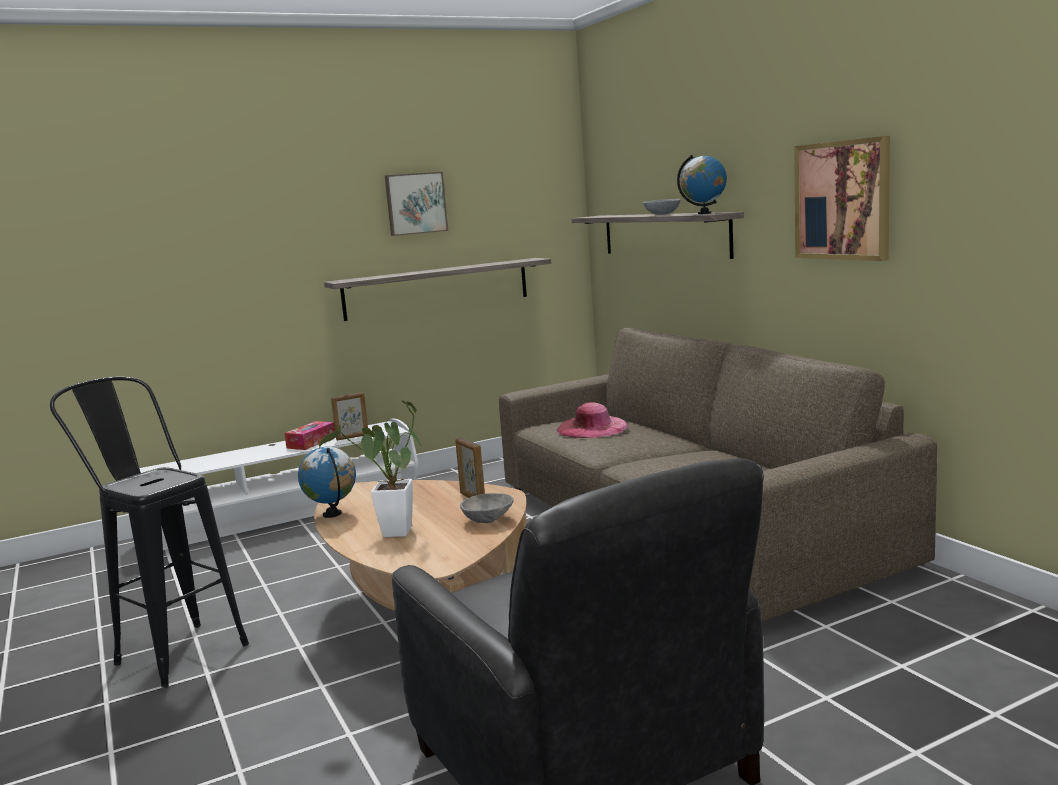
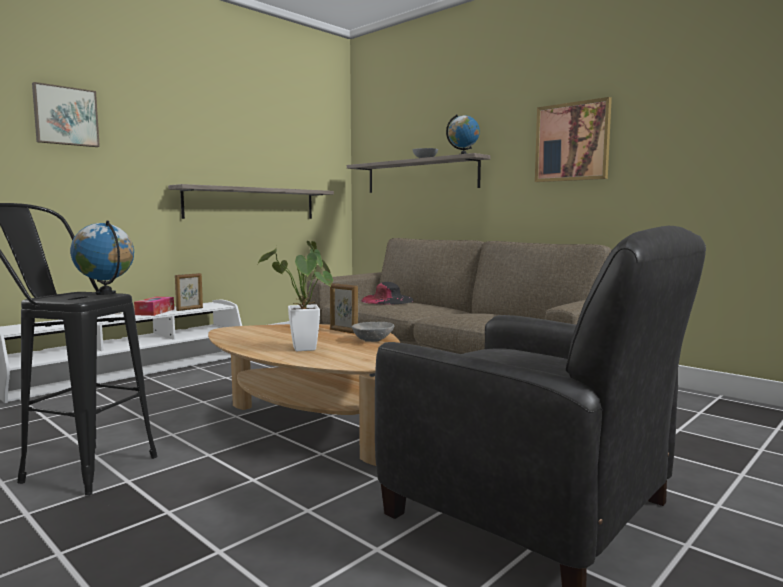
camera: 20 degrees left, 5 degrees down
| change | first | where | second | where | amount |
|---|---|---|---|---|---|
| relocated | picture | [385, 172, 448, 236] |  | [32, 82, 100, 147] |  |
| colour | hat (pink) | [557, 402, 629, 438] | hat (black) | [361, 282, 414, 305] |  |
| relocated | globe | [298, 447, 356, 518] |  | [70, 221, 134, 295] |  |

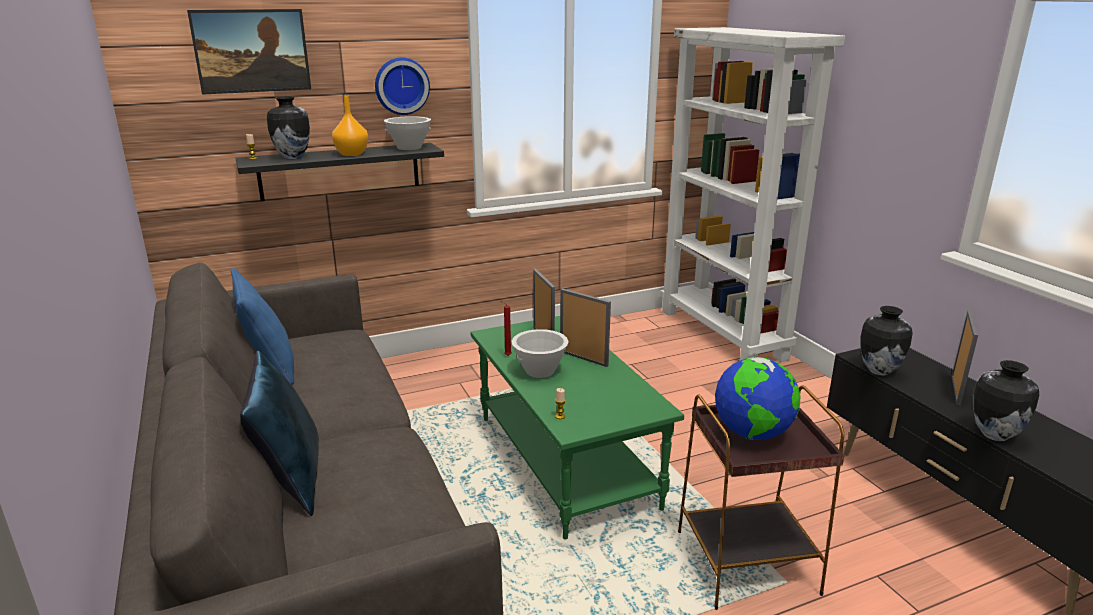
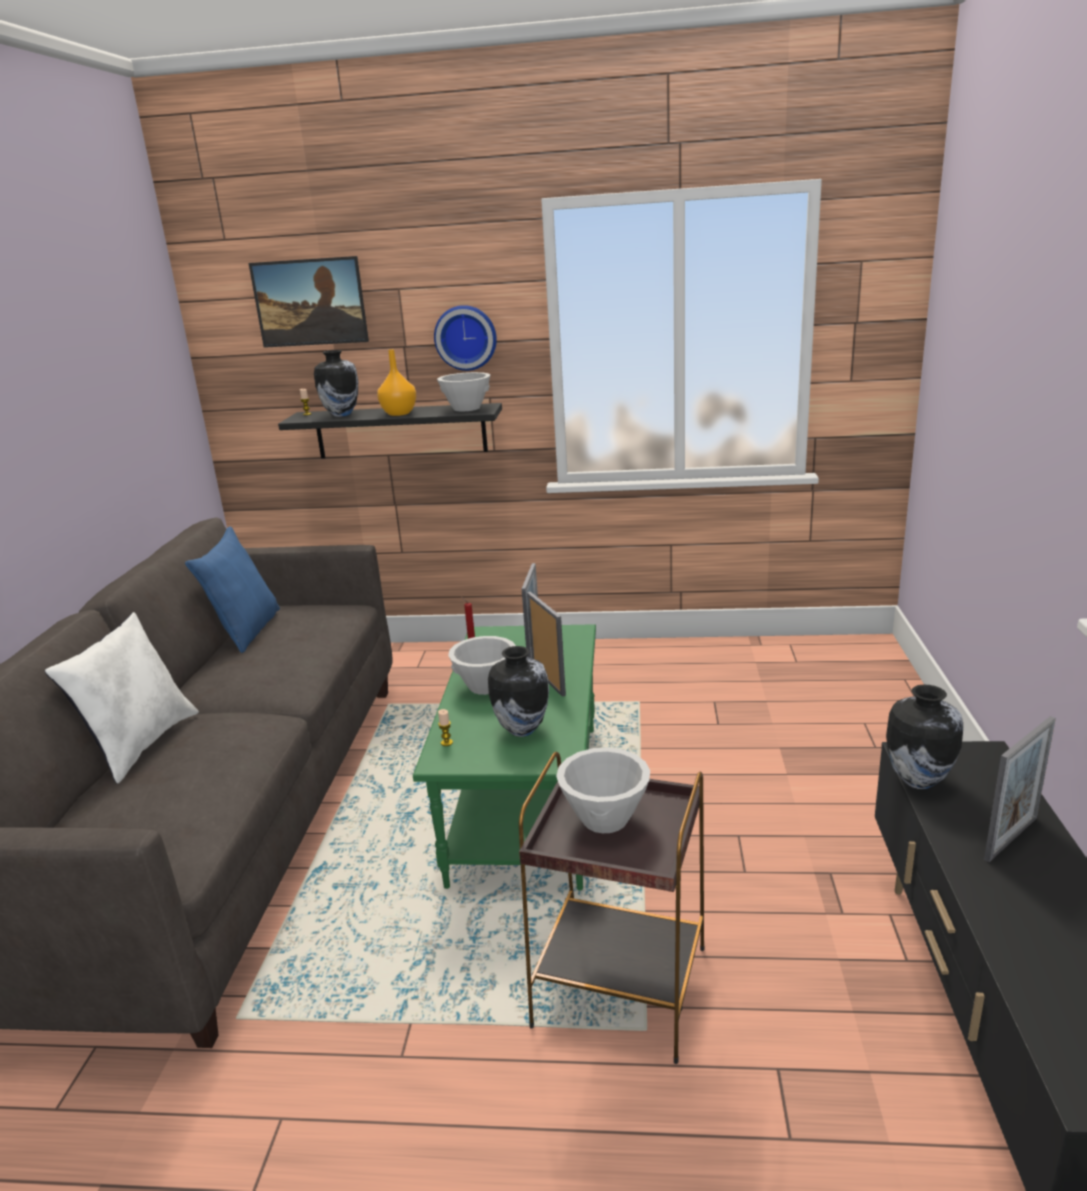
camera: 30 degrees right, 0 degrees up
| change | first | where | second | where | amount |
|---|---|---|---|---|---|
| missing | bookcase (white) | [660, 27, 845, 362] |  |  |  |
| colour | pillow (blue) | [240, 351, 319, 516] | pillow (white) | [44, 612, 199, 784] |  |
| exchanged | globe | [715, 357, 800, 440] | bowl (white) | [556, 747, 650, 833] |  |
| relocated | vase | [973, 360, 1039, 441] |  | [488, 646, 549, 737] |  |

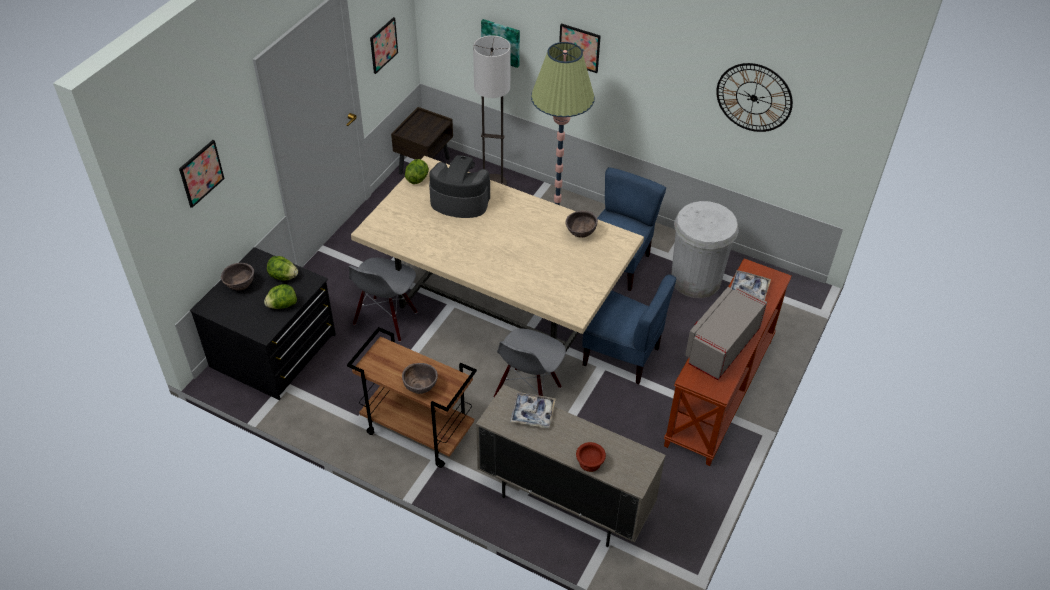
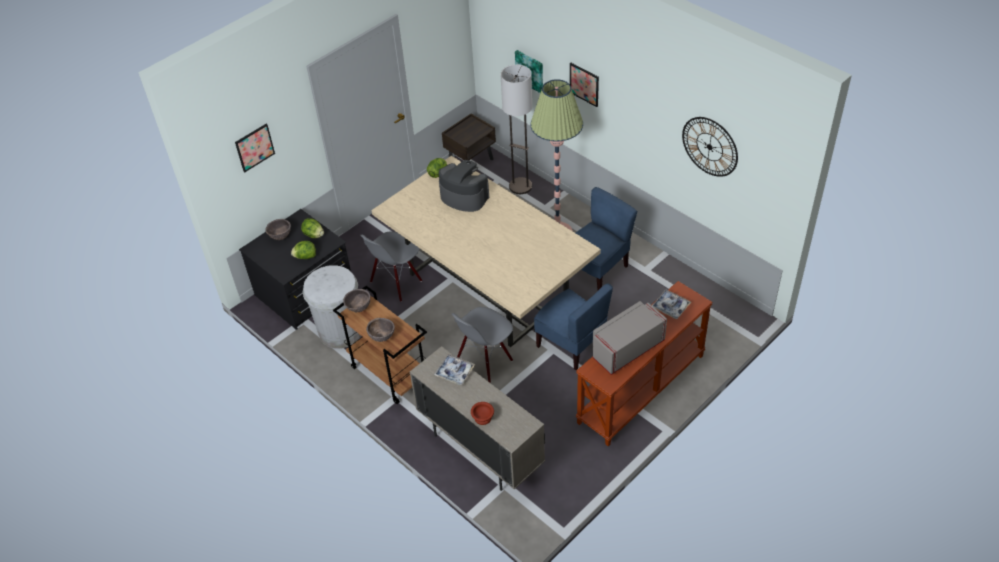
camera: 20 degrees right, 0 degrees up
| change | first | where | second | where | amount |
|---|---|---|---|---|---|
| missing | picture | [370, 17, 398, 74] |  |  |  |
| relocated | trash can (white) | [671, 201, 739, 298] |  | [302, 265, 361, 349] |  |
| relocated | bowl (brown) | [566, 210, 598, 238] |  | [343, 289, 370, 312] |  |

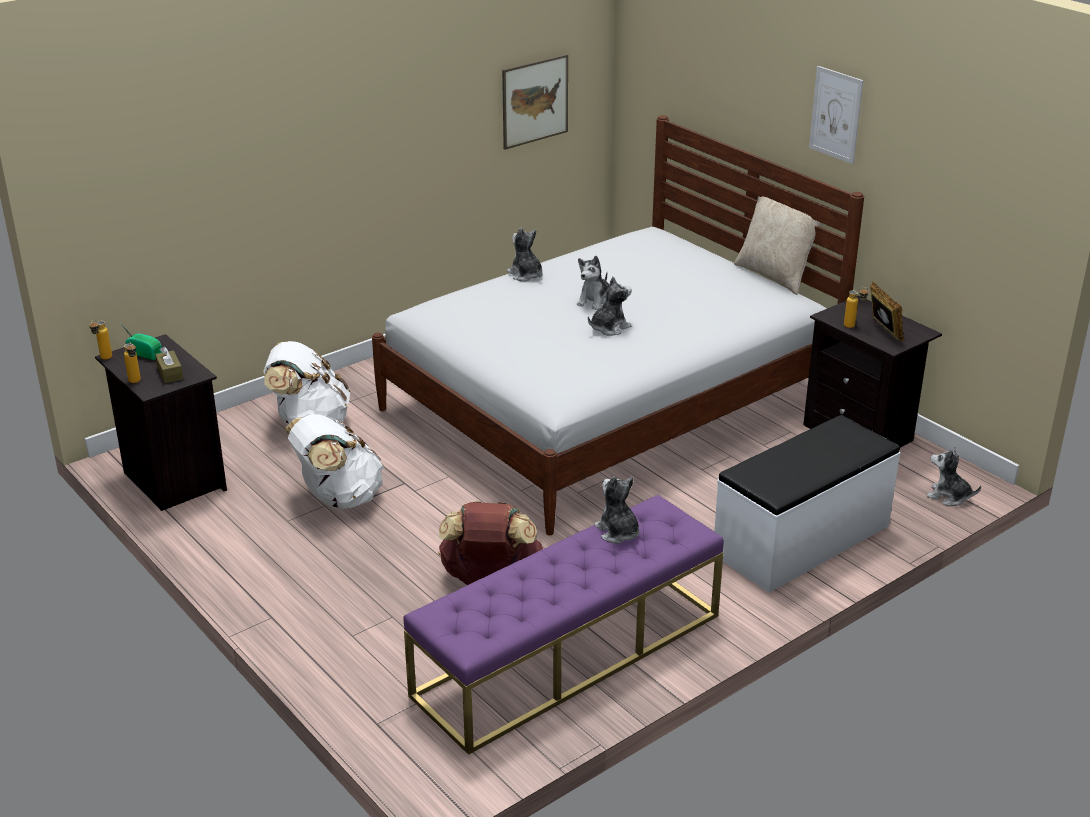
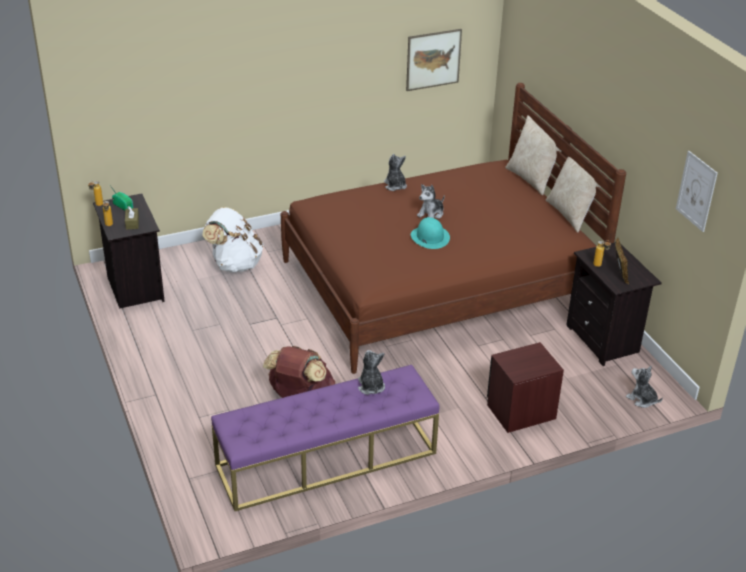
camera: 15 degrees right, 5 degrees up
| change | first | where | second | where | amount |
|---|---|---|---|---|---|
| relocated | picture | [809, 66, 864, 164] |  | [676, 151, 718, 232] |  |
| colour | bed (white) | [372, 115, 864, 535] | bed (brown) | [281, 83, 626, 374] |  |
| exchanged | plush toy | [588, 277, 632, 336] | hat (turquoise) | [411, 217, 450, 249] |  |
| missing | backpack (white) | [285, 414, 384, 509] |  |  |  |
| exchanged | bench (white) | [714, 415, 900, 593] | nightstand (brown) | [487, 342, 564, 433] |  |
| appeared |  |  | pillow (beige) | [505, 116, 561, 195] |  |

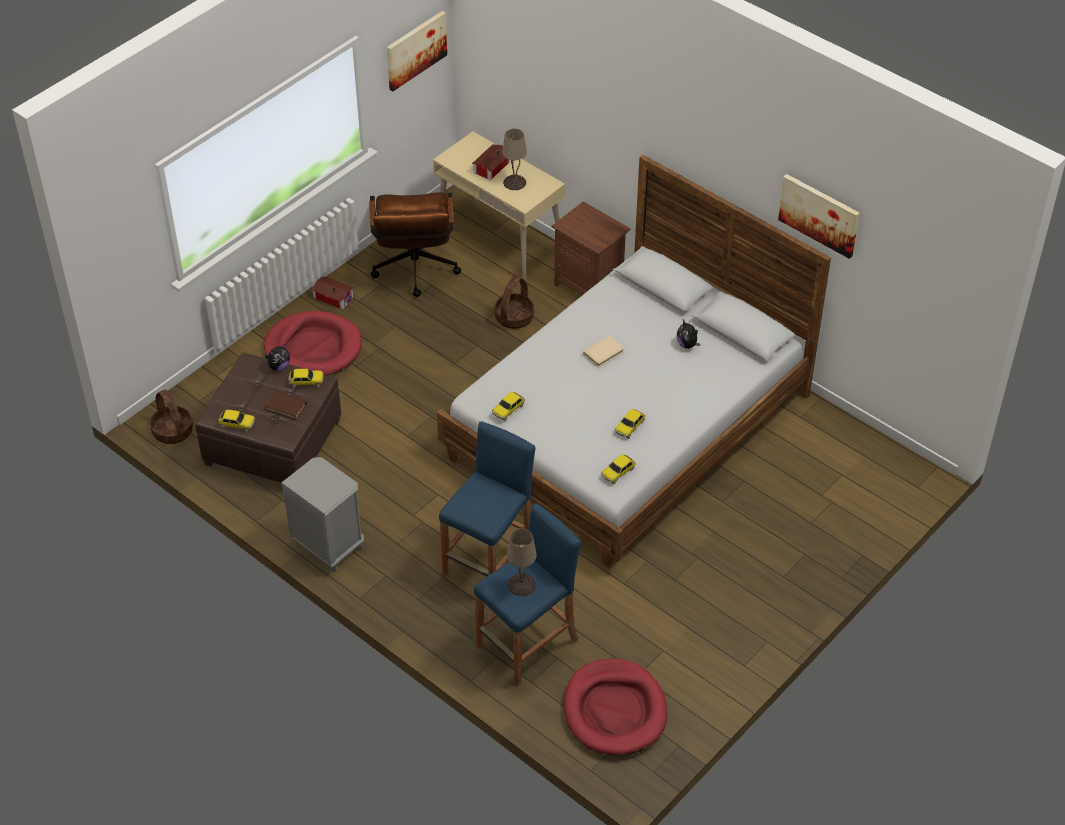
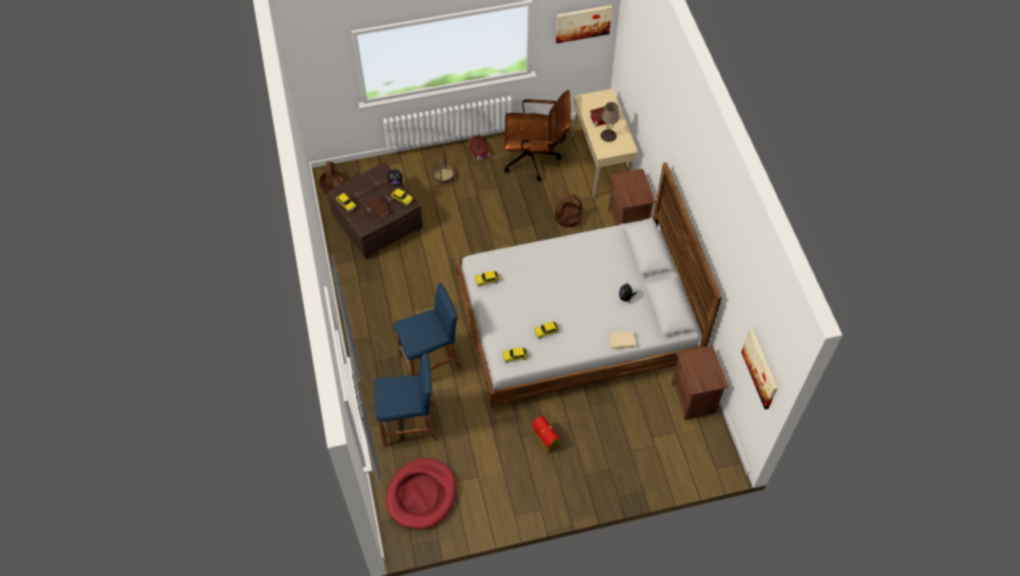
camera: 35 degrees right, 10 degrees up
| change | first | where | second | where | amount |
|---|---|---|---|---|---|
| relocated | picture | [778, 174, 860, 259] |  | [741, 330, 778, 409] |  |
| spun | office chair (brown) | [370, 192, 461, 297] |  | [504, 90, 571, 181] | 120 degrees counterclockwise |
| exchanged | dog bed (red) | [264, 311, 362, 376] | basket | [433, 151, 455, 185] |  |
| relocated | book (beige) | [583, 336, 625, 368] |  | [609, 331, 636, 349] |  |
| missing | nightstand (grey) | [281, 457, 364, 572] |  |  |  |
| missing | table lamp (beige) | [507, 529, 537, 596] |  |  |  |
| appeared |  |  | nightstand (brown) | [672, 345, 729, 421] |  |
| appeared |  |  | toy house | [532, 416, 561, 453] |  |

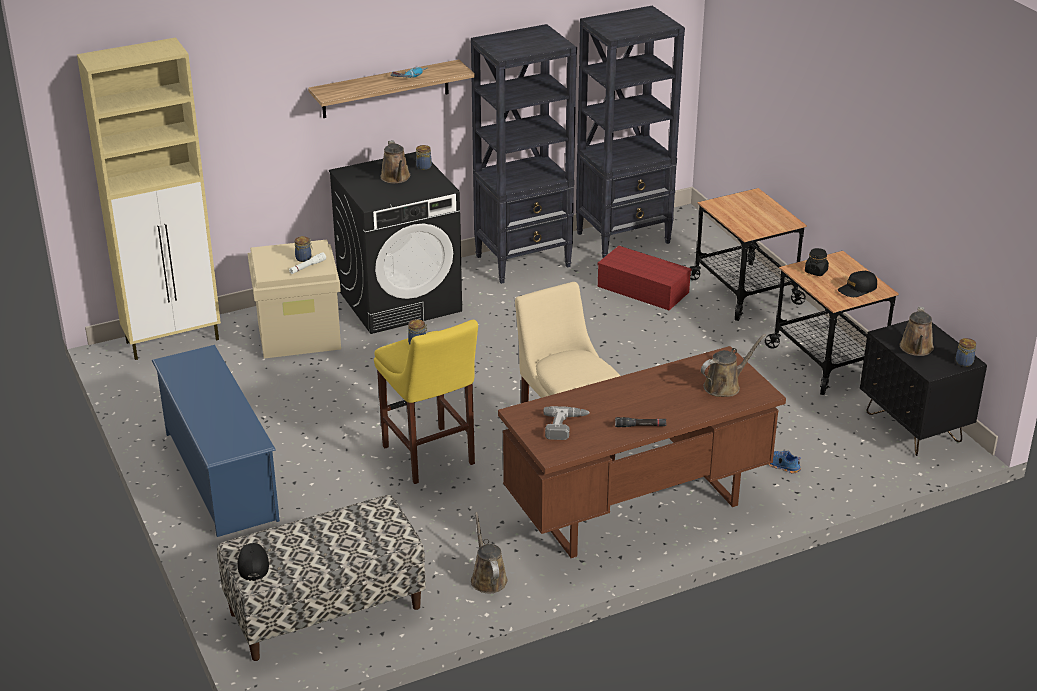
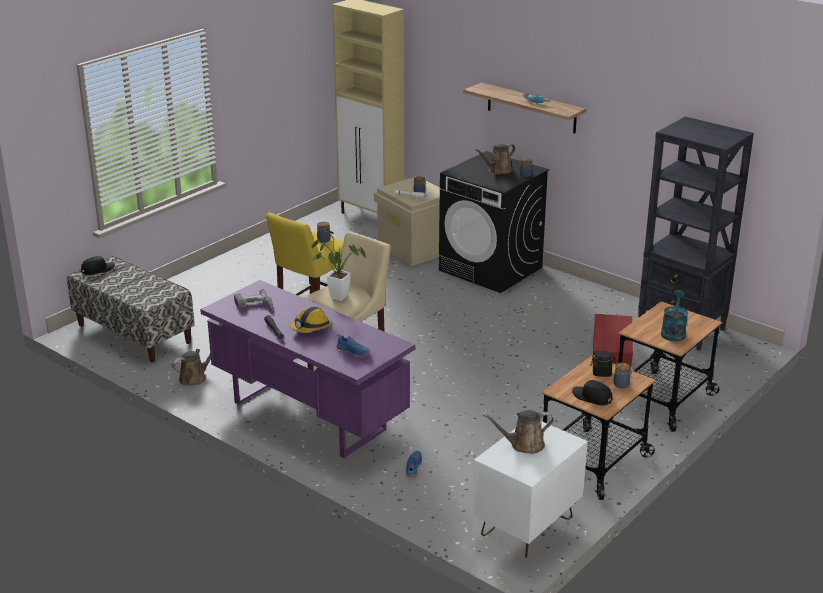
camera: 65 degrees right, 5 degrees down
| change | first | where | second | where | amount |
|---|---|---|---|---|---|
| missing | bookcase (black) | [471, 24, 577, 284] |  |  |  |
| colour | nightstand (black) | [860, 320, 987, 456] | nightstand (white) | [472, 421, 588, 558] |  |
| exchanged | watering can (brown) | [701, 334, 766, 397] | shoe (blue) | [336, 334, 370, 357] |  |
| relocated | jar | [956, 338, 976, 367] |  | [614, 363, 633, 388] |  |
| missing | shoe rack (blue) | [152, 345, 280, 537] |  |  |  |
| colour | desk (brown) | [498, 346, 786, 558] | desk (purple) | [200, 280, 415, 458] |  |
| appeared |  |  | potted plant | [310, 229, 366, 301] |  |
| appeared |  |  | watering can (turquoise) | [661, 290, 688, 341] |  |
| appeared |  |  | hard hat | [290, 307, 331, 333] |  |

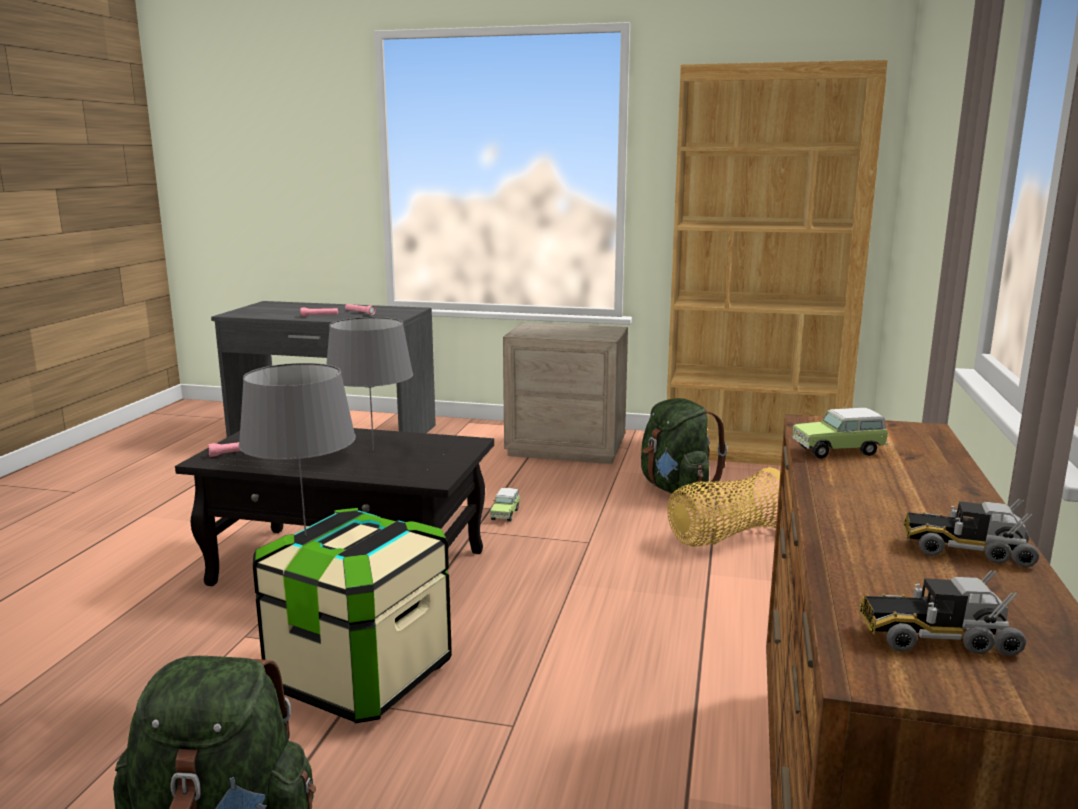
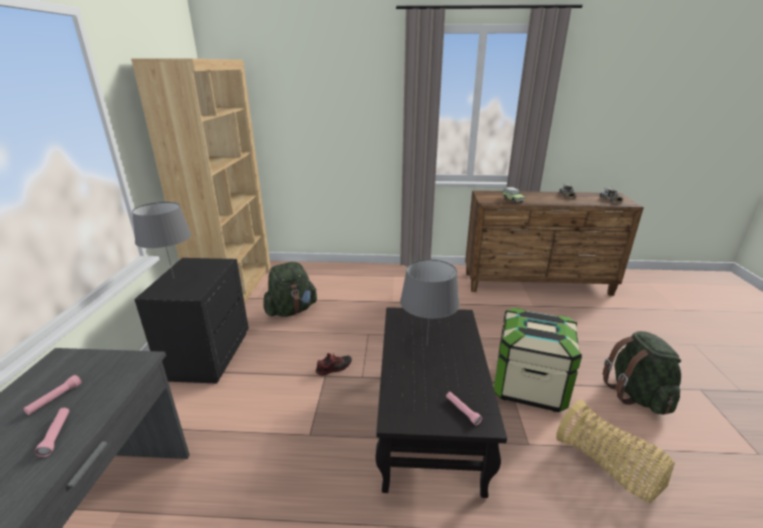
camera: 100 degrees left, 10 degrees up
| change | first | where | second | where | amount |
|---|---|---|---|---|---|
| colour | nightstand (beige) | [503, 323, 628, 464] | nightstand (black) | [134, 258, 249, 383] |  |
| relocated | table lamp (grey) | [239, 363, 356, 535] |  | [132, 202, 191, 278] |  |
| relocated | basket | [667, 467, 780, 547] |  | [556, 400, 675, 503] |  |
| exchanged | toy car | [490, 488, 520, 522] | shoe | [316, 353, 352, 376] |  |

